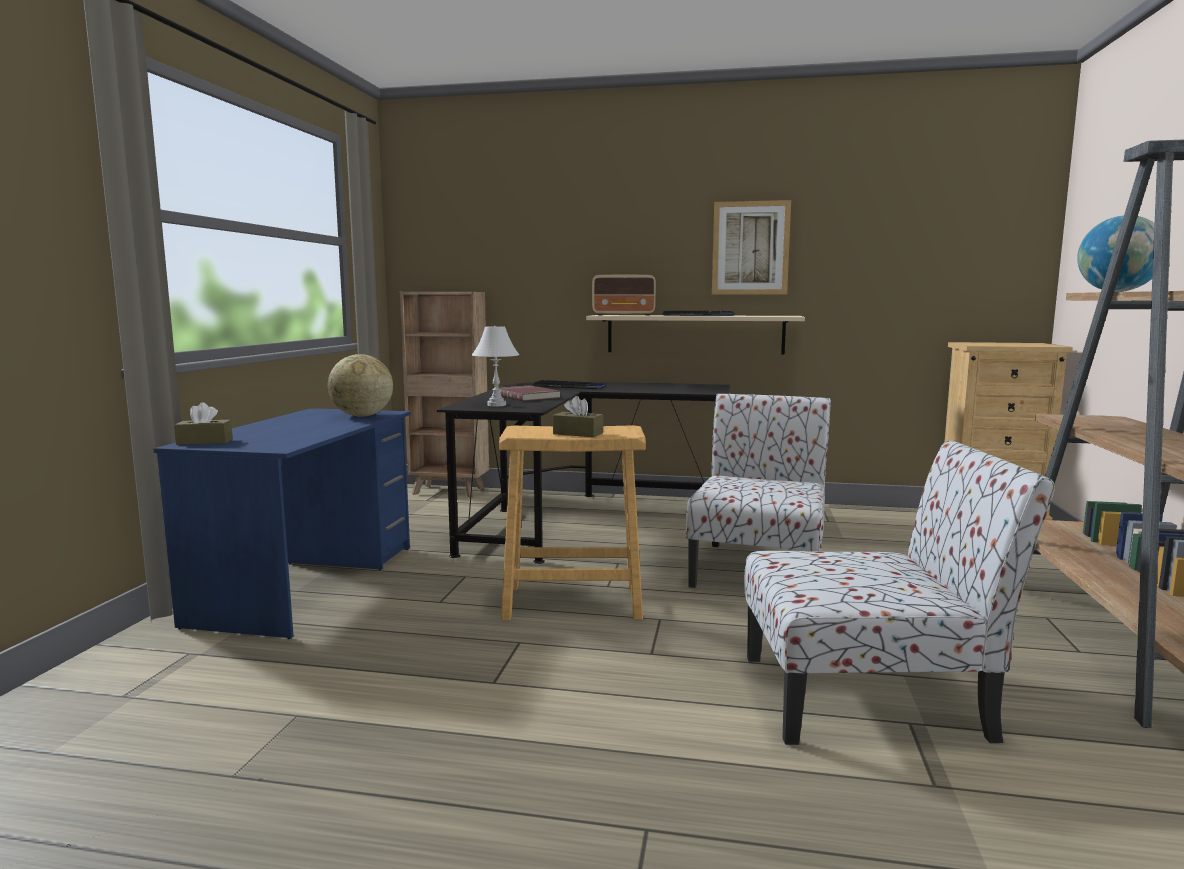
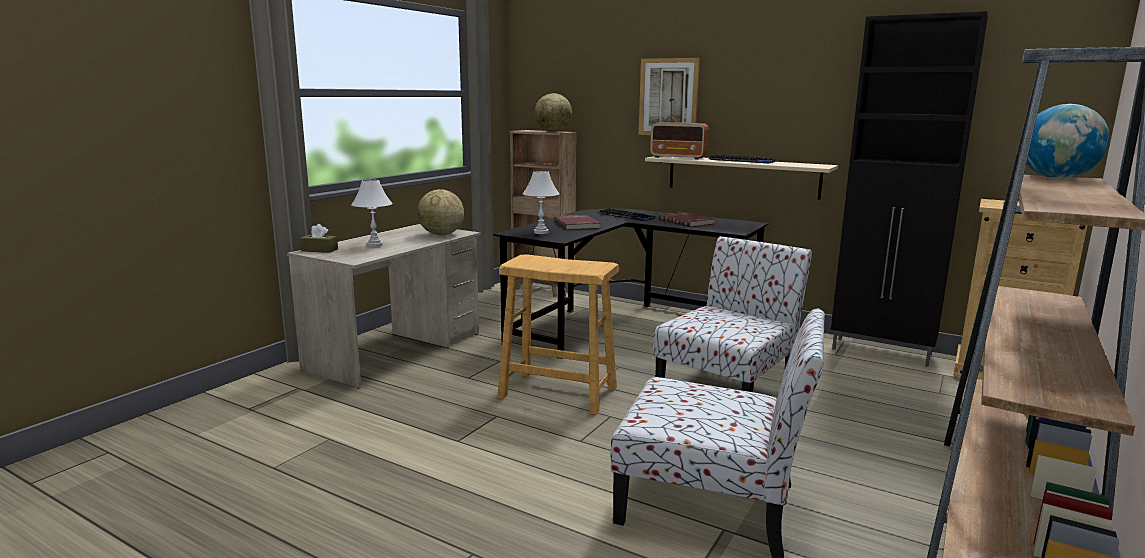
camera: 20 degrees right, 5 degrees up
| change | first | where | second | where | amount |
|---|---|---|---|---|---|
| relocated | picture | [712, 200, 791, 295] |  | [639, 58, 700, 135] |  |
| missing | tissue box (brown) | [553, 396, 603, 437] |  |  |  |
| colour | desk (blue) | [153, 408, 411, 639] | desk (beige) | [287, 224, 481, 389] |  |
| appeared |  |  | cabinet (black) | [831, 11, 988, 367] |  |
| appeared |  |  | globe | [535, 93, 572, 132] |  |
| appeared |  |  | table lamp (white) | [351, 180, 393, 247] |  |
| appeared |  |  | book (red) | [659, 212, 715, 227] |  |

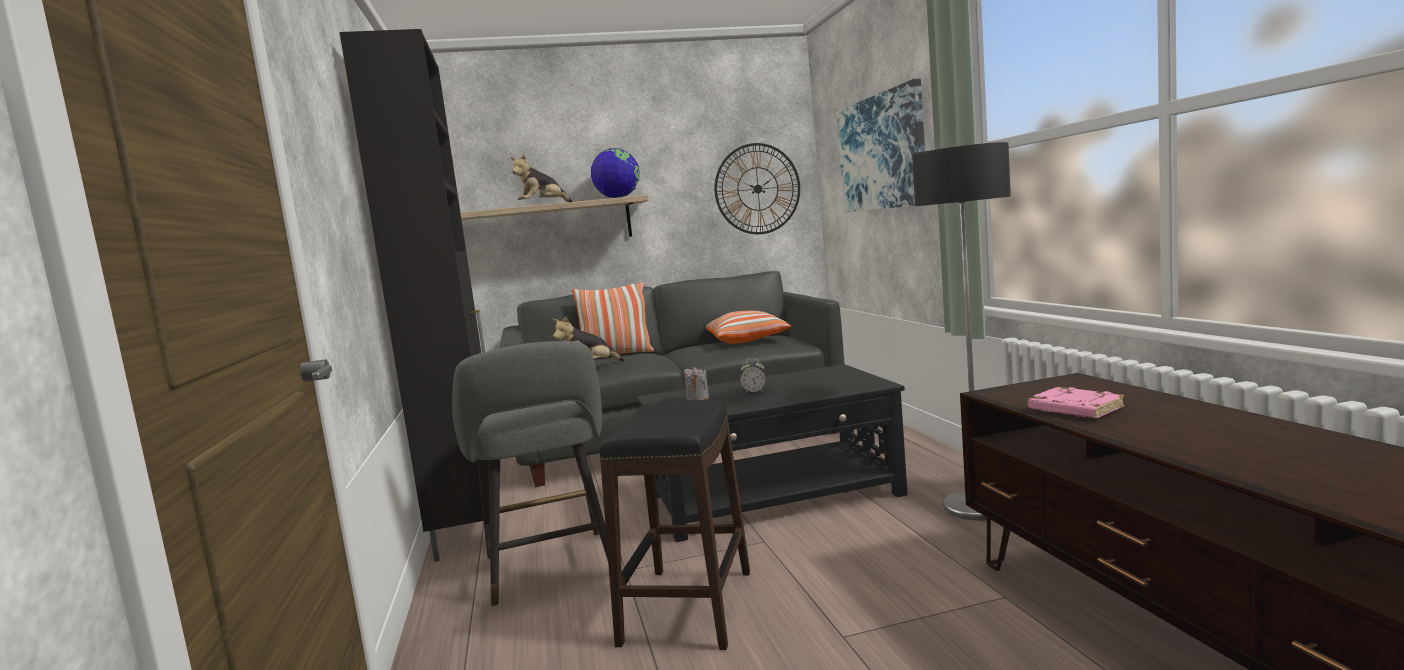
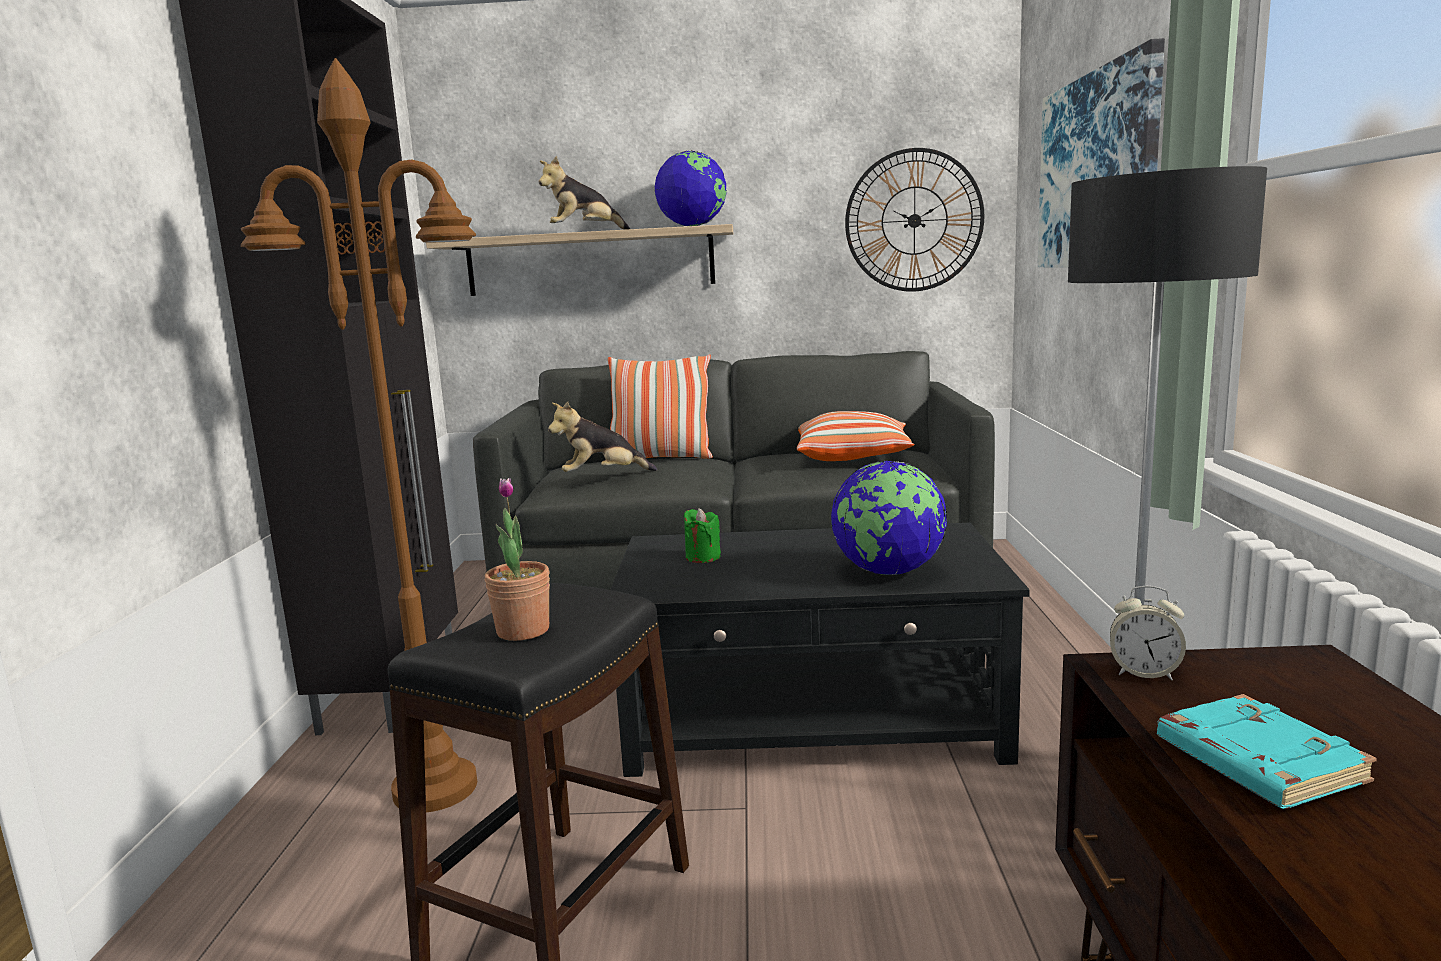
camera: 15 degrees right, 5 degrees up
| change | first | where | second | where | amount |
|---|---|---|---|---|---|
| exchanged | stool (grey) | [452, 341, 608, 607] | floor lamp (brown) | [241, 58, 477, 812] |  |
| relocated | alarm clock | [740, 359, 766, 394] |  | [1110, 586, 1186, 680] |  |
| colour | candle (grey) | [684, 367, 709, 400] | candle (green) | [684, 508, 721, 563] |  |
| colour | book (pink) | [1028, 387, 1125, 419] | book (turquoise) | [1157, 694, 1377, 809] |  |
| appeared |  |  | globe | [831, 461, 947, 575] |  |
| appeared |  |  | potted plant | [485, 478, 550, 641] |  |

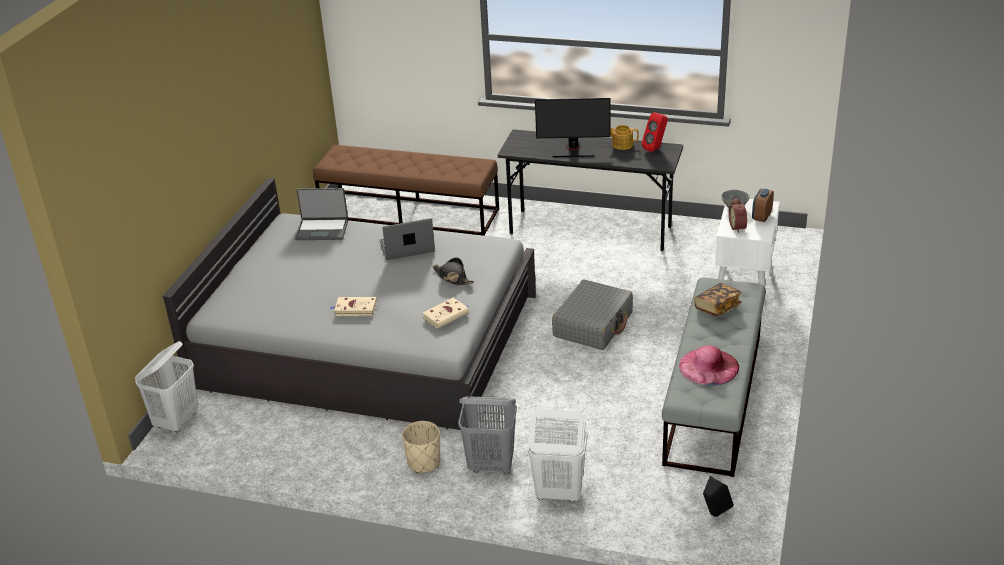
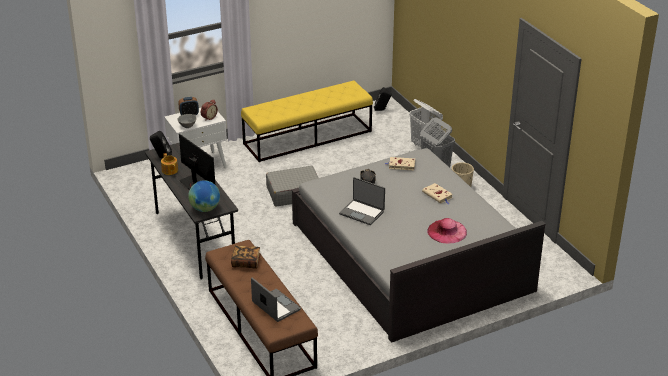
camera: 135 degrees left, 0 degrees up
| change | first | where | second | where | amount |
|---|---|---|---|---|---|
| colour | speaker (red) | [642, 112, 668, 152] | speaker (black) | [150, 131, 172, 158] |  |
| relocated | laptop | [295, 188, 348, 240] |  | [251, 278, 301, 322] |  |
| colour | bench (grey) | [662, 277, 766, 477] | bench (yellow) | [241, 81, 373, 162] |  |
| relocated | book | [694, 283, 742, 316] |  | [231, 245, 261, 269] |  |
| missing | laundry basket (white) | [135, 341, 198, 433] |  |  |  |
| relocated | hat (pink) | [679, 346, 739, 386] |  | [427, 218, 467, 244] |  |
| appeared |  |  | globe | [188, 180, 220, 212] |  |

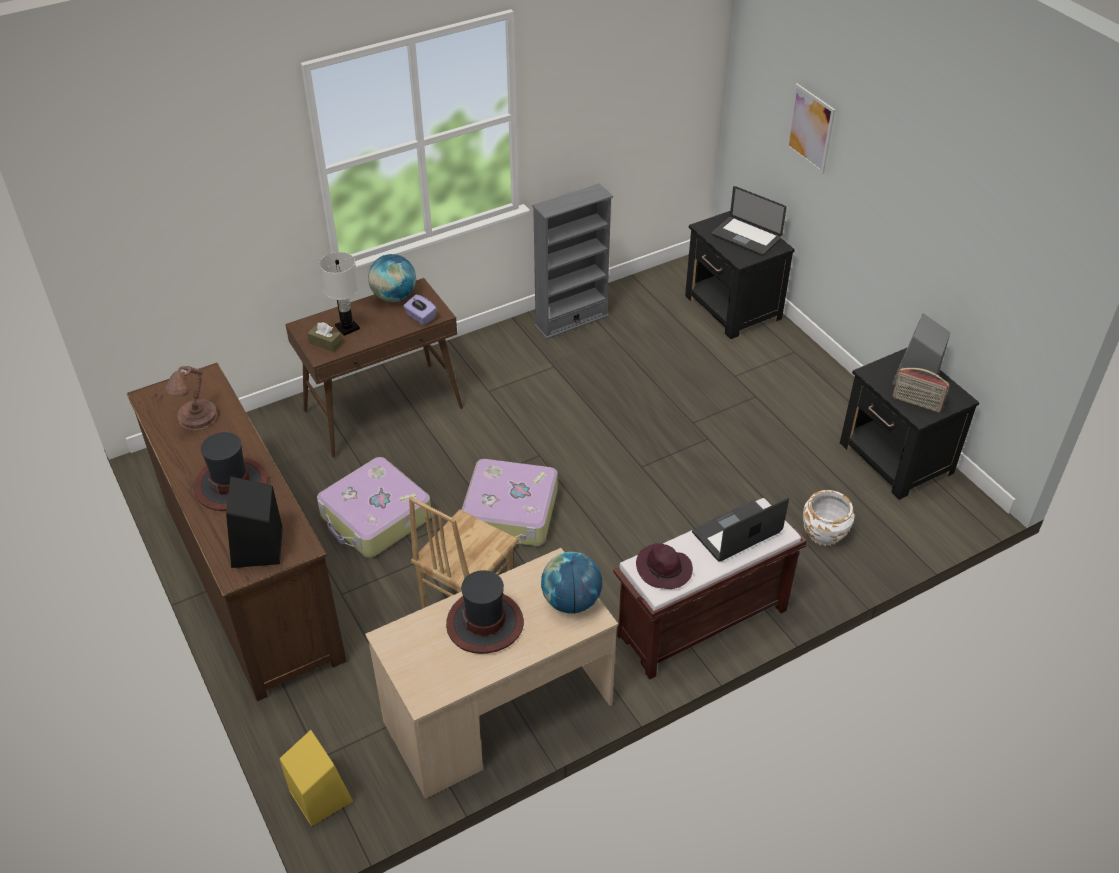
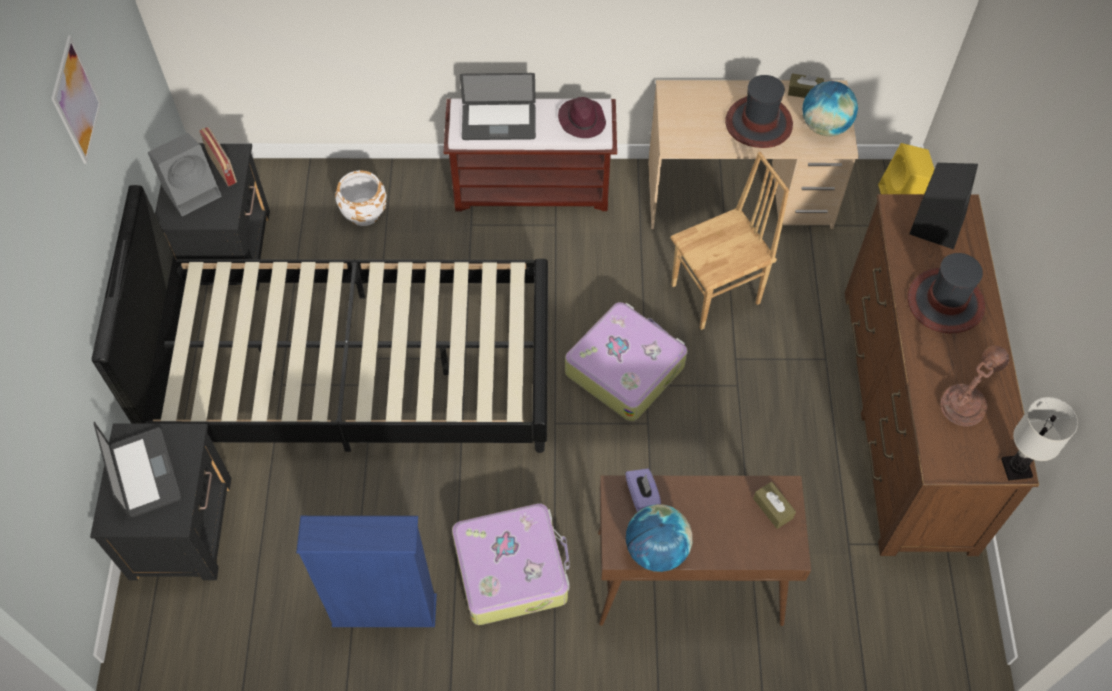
camera: 150 degrees left, 15 degrees up
| change | first | where | second | where | amount |
|---|---|---|---|---|---|
| relocated | picture | [786, 83, 835, 174] |  | [51, 35, 101, 164] |  |
| colour | bookcase (grey) | [532, 183, 613, 340] | bookcase (blue) | [296, 516, 437, 627] |  |
| relocated | table lamp (white) | [319, 252, 360, 336] |  | [1001, 397, 1078, 481] |  |
| relocated | suitcase | [317, 457, 431, 558] |  | [452, 503, 570, 625] |  |
| relocated | globe | [541, 552, 602, 613] |  | [802, 81, 858, 136] |  |
| appeared |  |  | tissue box (brown) | [788, 73, 824, 98] |  |
| appeared |  |  | bed (black) | [92, 185, 548, 453] |  |

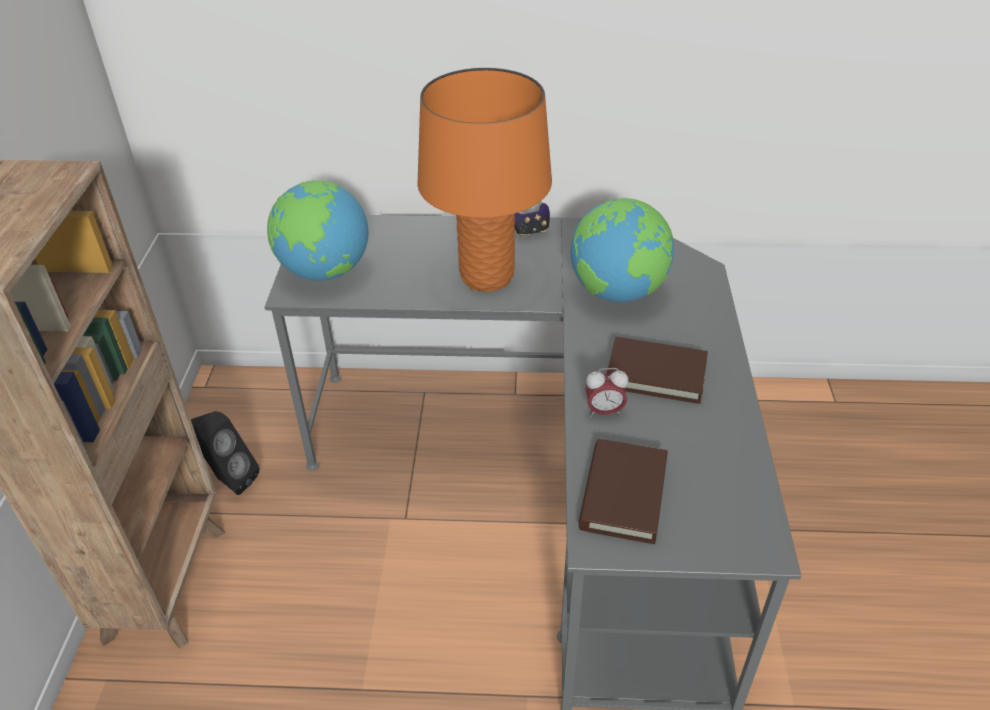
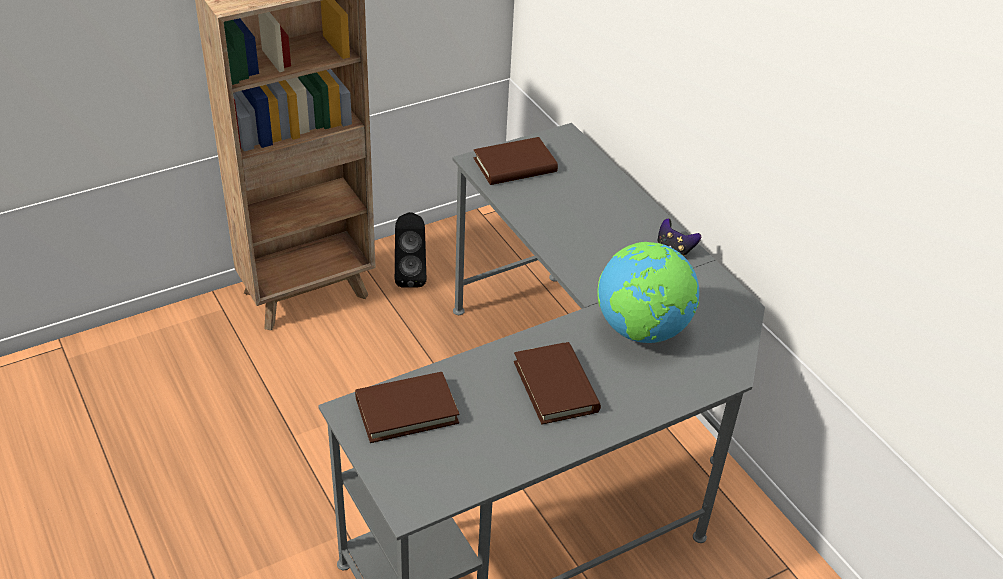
camera: 55 degrees right, 0 degrees up
| change | first | where | second | where | amount |
|---|---|---|---|---|---|
| missing | table lamp (orange) | [417, 68, 552, 292] |  |  |  |
| exchanged | globe | [267, 180, 368, 281] | book (brown) | [474, 137, 558, 185] |  |
| missing | alarm clock | [585, 368, 628, 417] |  |  |  |

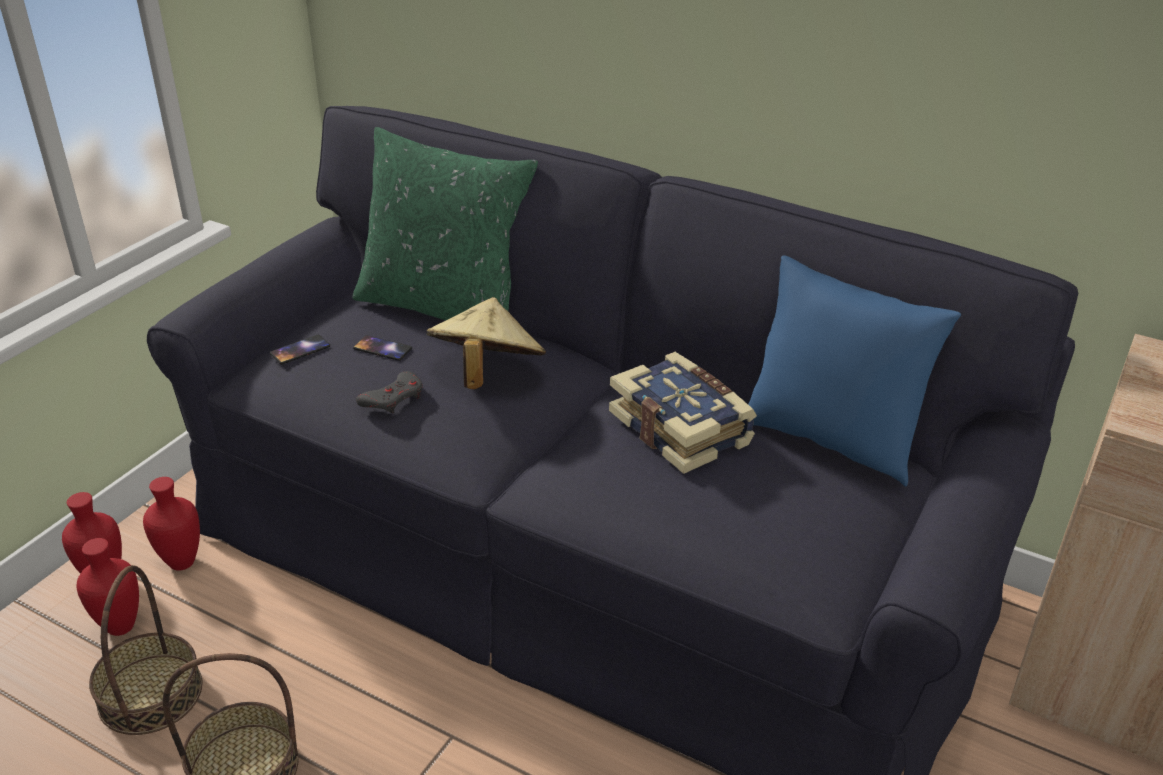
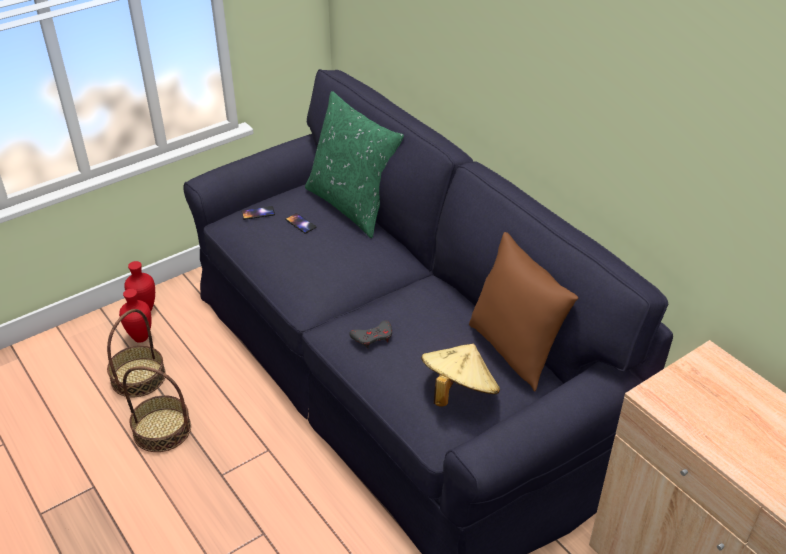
camera: 25 degrees right, 5 degrees up
| change | first | where | second | where | amount |
|---|---|---|---|---|---|
| colour | pillow (blue) | [748, 255, 961, 487] | pillow (brown) | [469, 232, 578, 391] |  |
| relocated | hat (beige) | [426, 297, 546, 389] |  | [421, 344, 500, 407] |  |
| missing | book | [609, 352, 757, 474] |  |  |  |
| relocated | game controller (grey) | [356, 371, 423, 414] |  | [349, 321, 392, 348] |  |
| missing | vase (red) | [143, 477, 200, 570] |  |  |  |

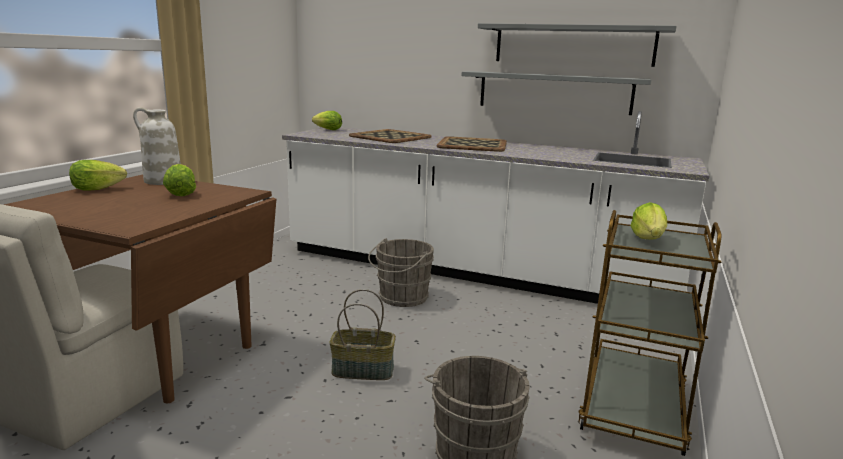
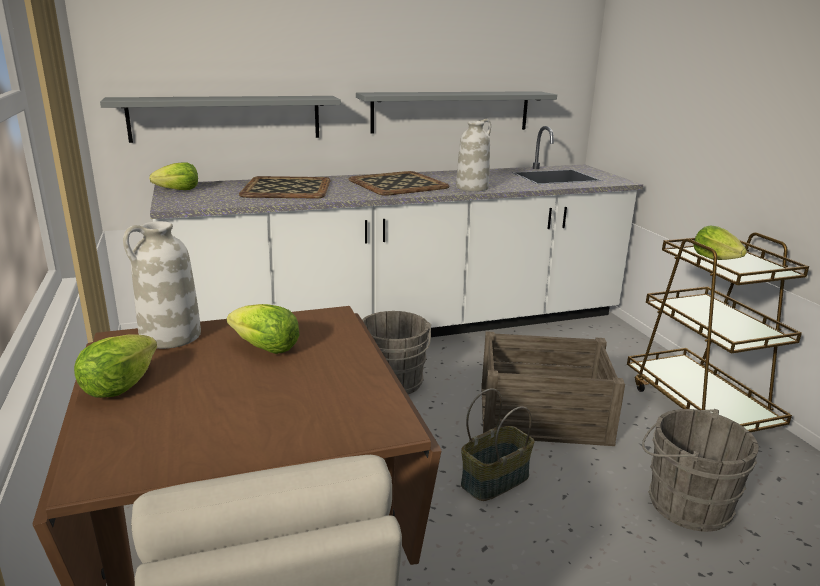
camera: 40 degrees left, 5 degrees up
| change | first | where | second | where | amount |
|---|---|---|---|---|---|
| relocated | shelf (grey) | [478, 23, 677, 67] |  | [100, 96, 341, 143] |  |
| appeared |  |  | vase (white) | [456, 119, 491, 192] |  |
| appeared |  |  | crate | [481, 331, 625, 446] |  |

